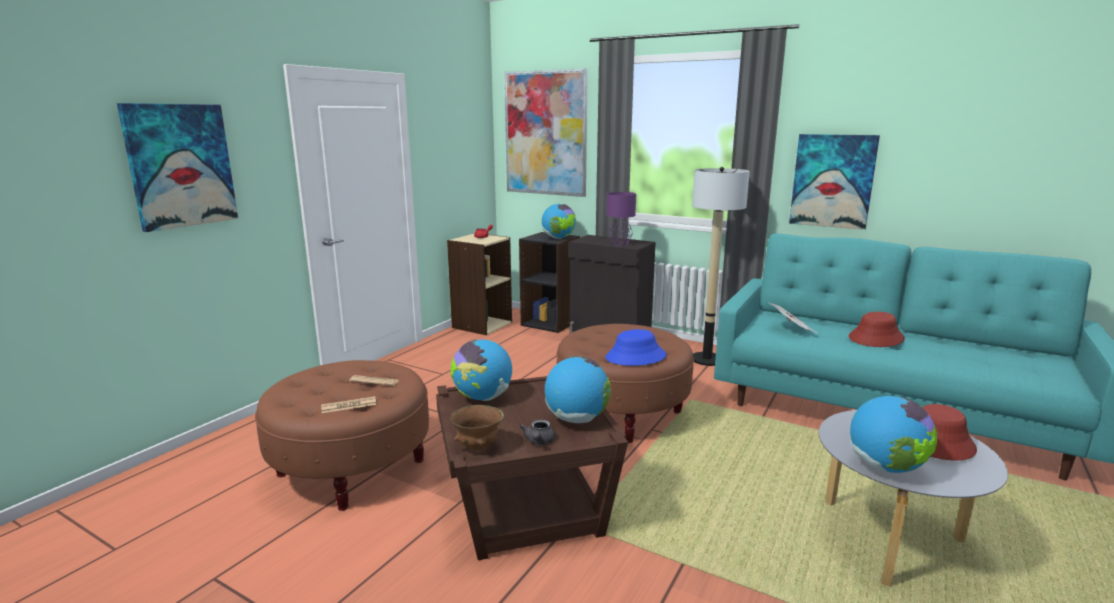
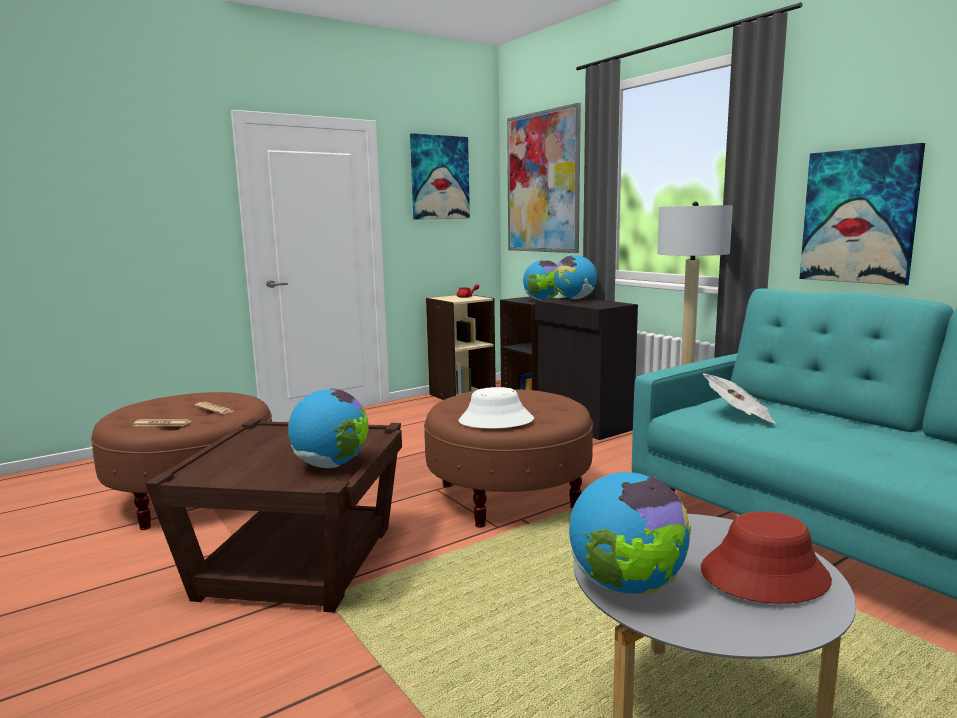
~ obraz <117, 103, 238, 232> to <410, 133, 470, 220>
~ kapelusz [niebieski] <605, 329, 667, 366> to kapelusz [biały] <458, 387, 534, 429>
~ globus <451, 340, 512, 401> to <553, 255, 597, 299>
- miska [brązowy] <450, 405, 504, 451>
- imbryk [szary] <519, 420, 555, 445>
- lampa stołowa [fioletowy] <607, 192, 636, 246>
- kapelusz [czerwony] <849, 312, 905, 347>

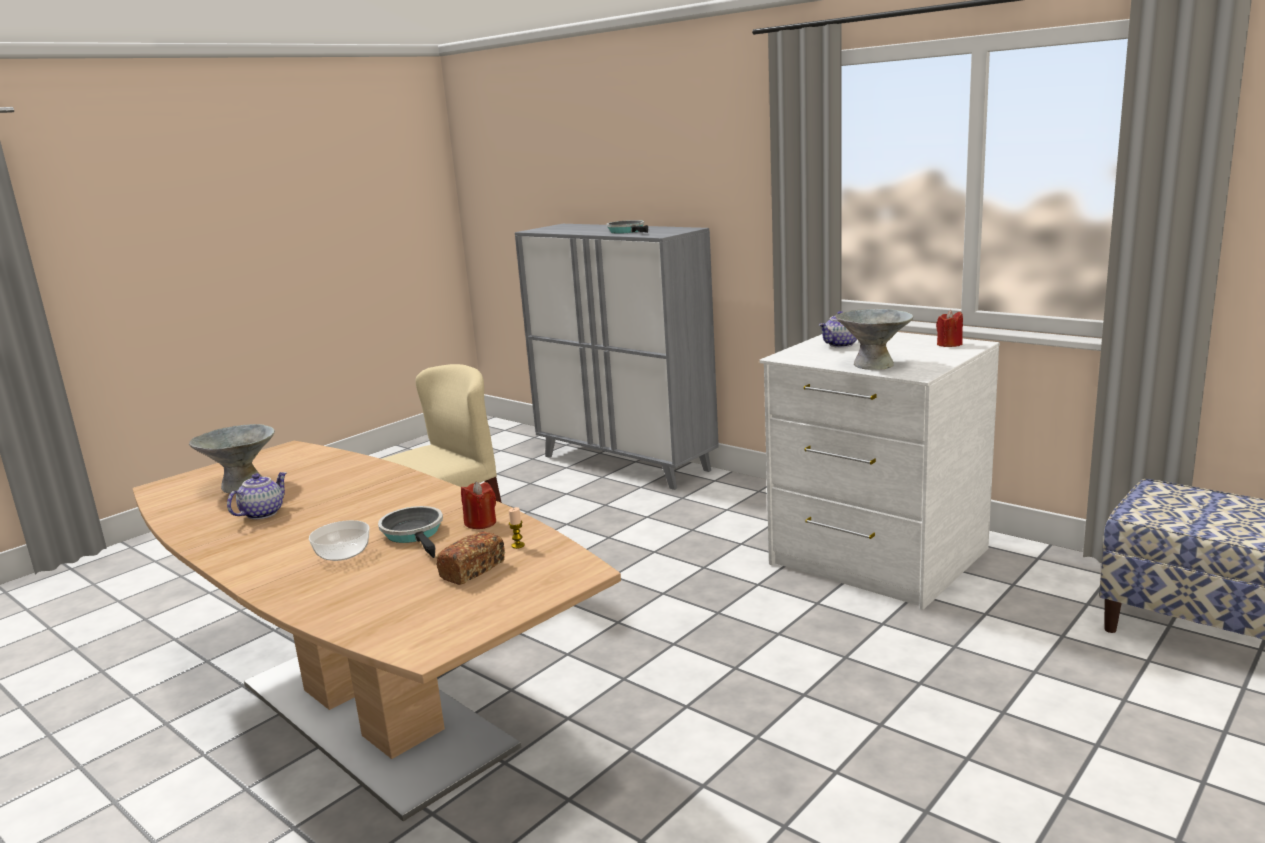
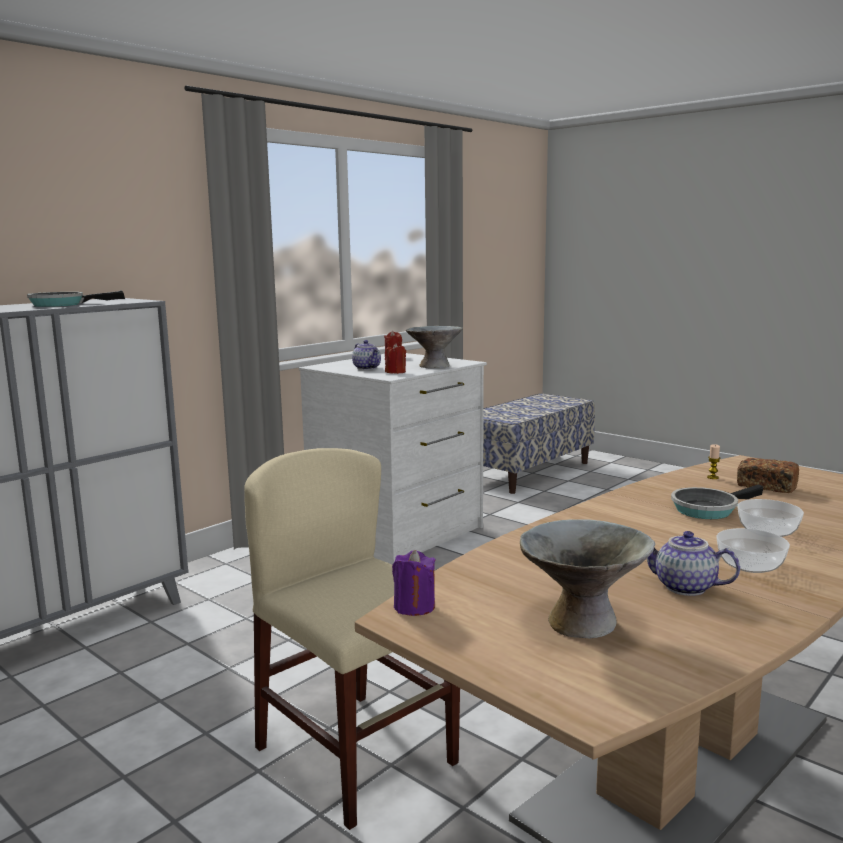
~ świeca [czerwony] <461, 482, 496, 529> to <385, 343, 406, 374>
+ świeca [fioletowy] <392, 550, 436, 616>
+ miska <716, 528, 790, 573>

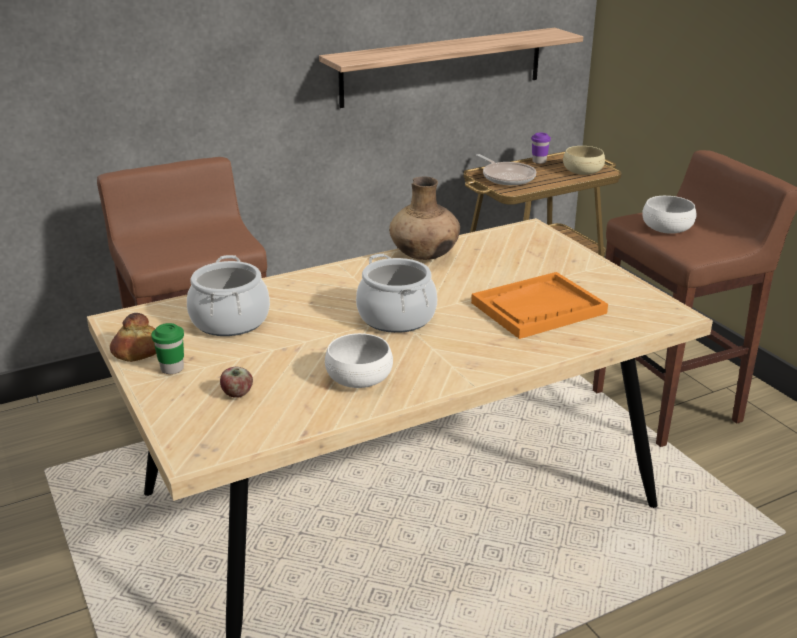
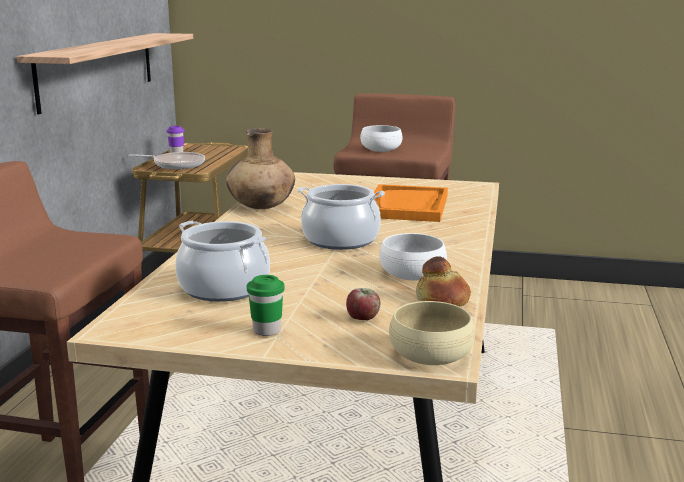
~ miska [beżowy] <563, 146, 605, 175> to <389, 301, 475, 365>
~ chleb <110, 313, 156, 362> to <416, 256, 471, 307>

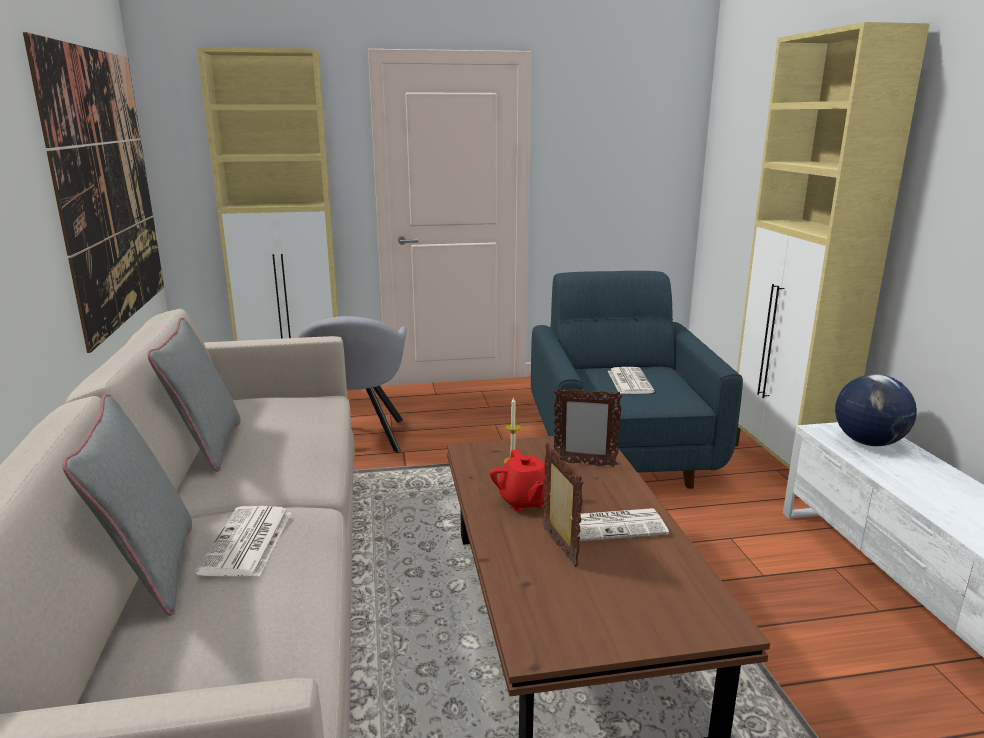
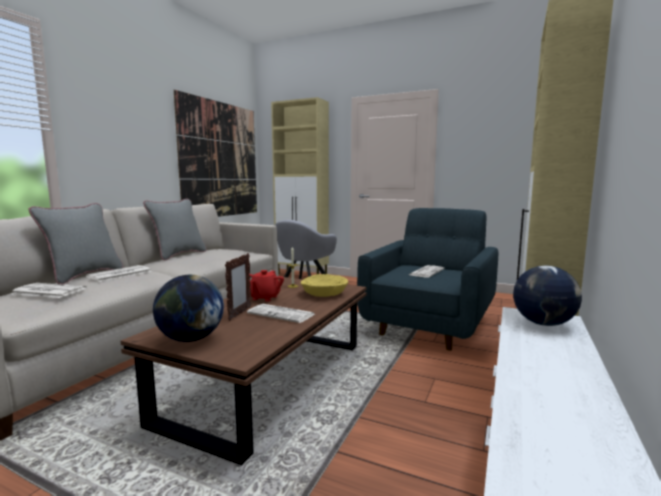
+ gazeta <10, 283, 87, 298>
+ globus <153, 275, 224, 342>
~ ramka na zdjęcie <554, 388, 622, 467> to miska [żółty] <301, 274, 348, 297>

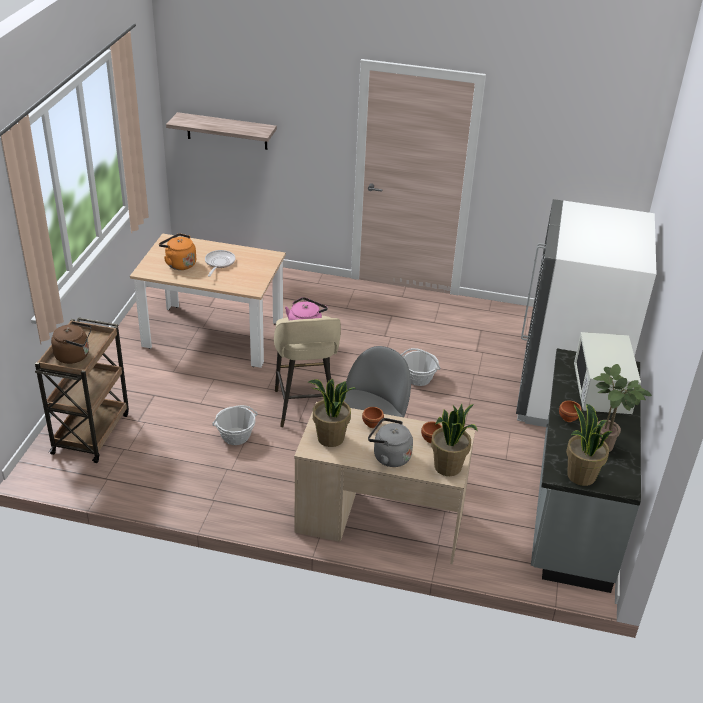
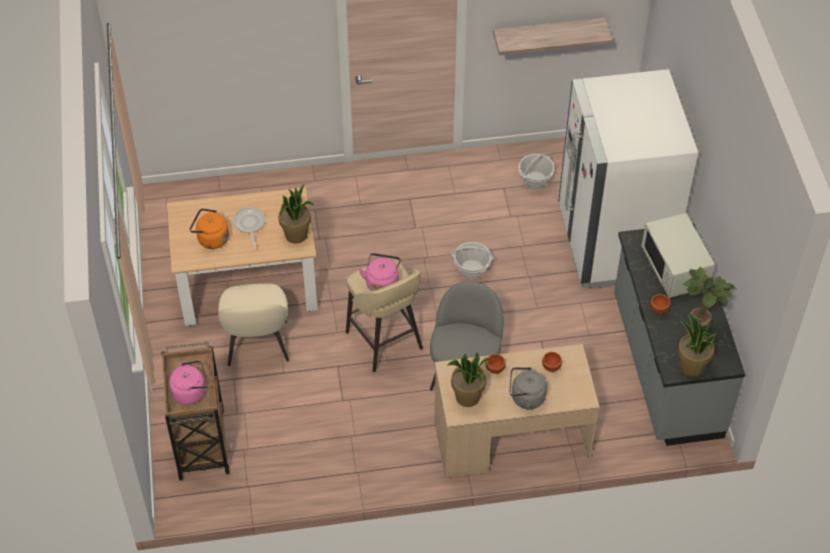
~ czajnik [brązowy] <51, 321, 92, 364> to czajnik [różowy] <169, 360, 208, 405>
+ krzesło [beżowy] <218, 283, 289, 366>
~ roślina doniczkowa <431, 404, 477, 476> to <278, 184, 314, 244>
~ półka <166, 112, 277, 150> to <493, 18, 613, 55>
~ koszyk <212, 405, 258, 445> to <518, 153, 554, 189>

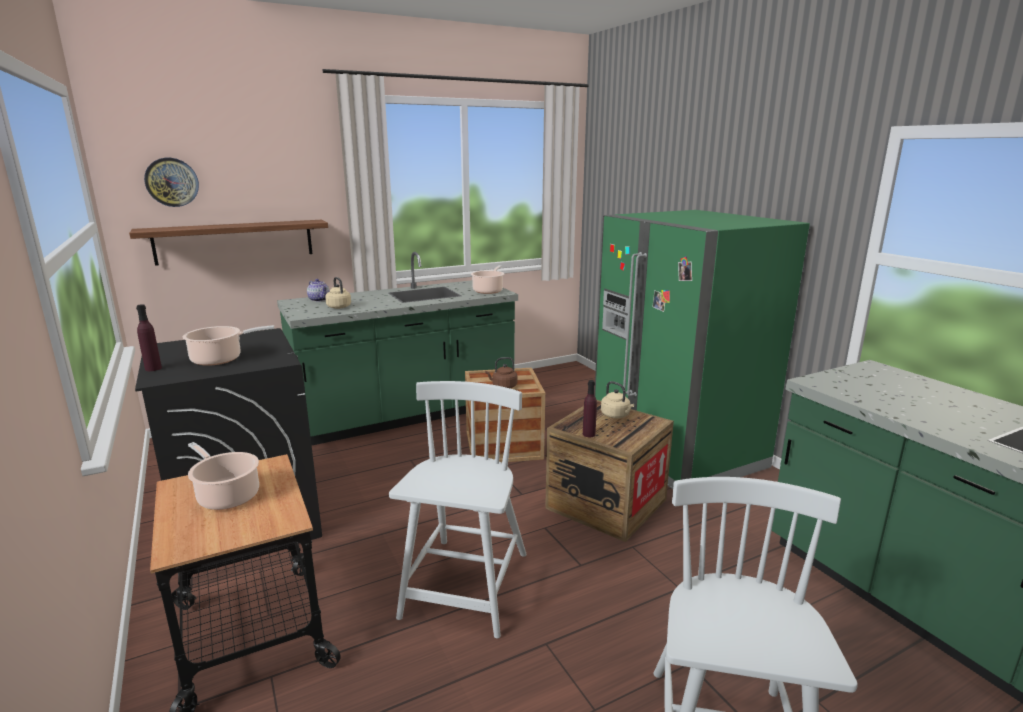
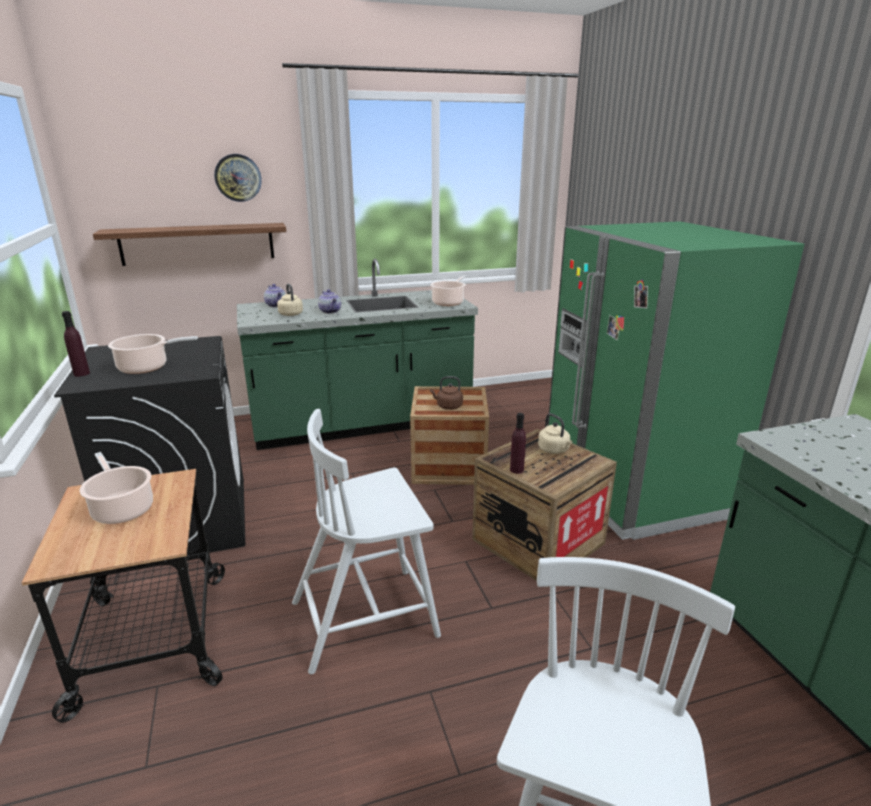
~ zegar ścienny <144, 158, 199, 207> to <214, 154, 262, 202>
~ krzesło [biały] <389, 381, 527, 638> = <292, 409, 441, 674> 135 degrees counterclockwise
+ imbryk <318, 289, 341, 314>

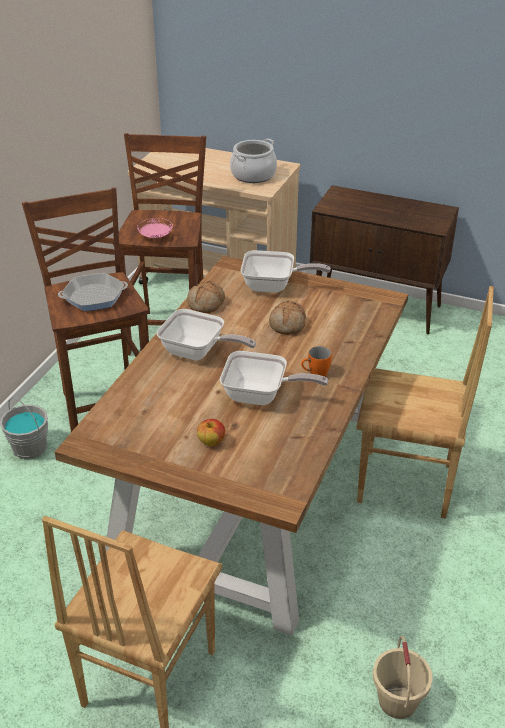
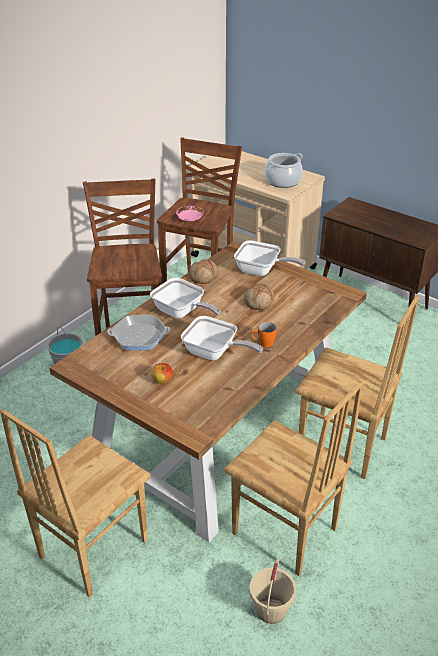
~ patelnia <58, 273, 128, 311> to <107, 315, 171, 351>
+ krzesło [brązowy] <224, 381, 363, 576>

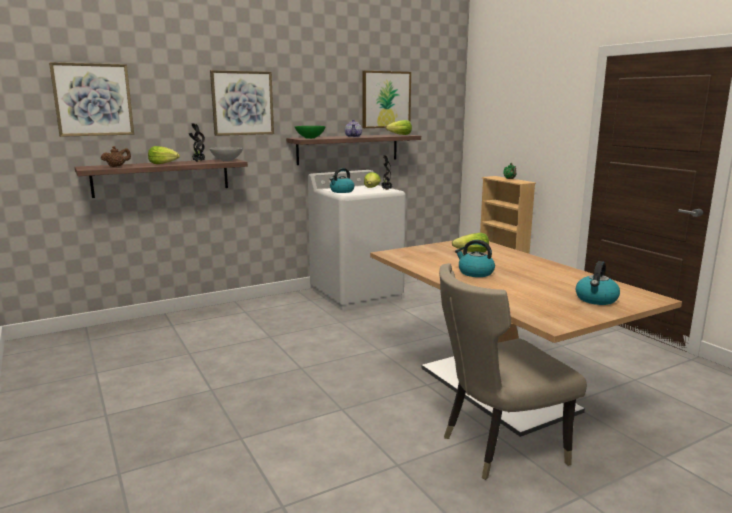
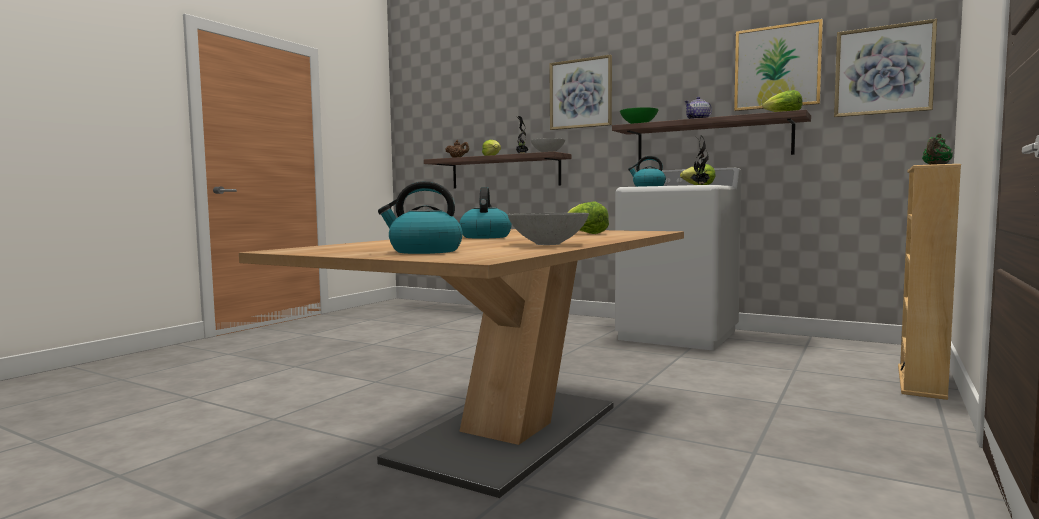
+ miska [szary] <508, 213, 589, 245>
~ obraz <49, 62, 134, 137> to <834, 19, 937, 117>
- krzesło [beżowy] <439, 263, 587, 480>

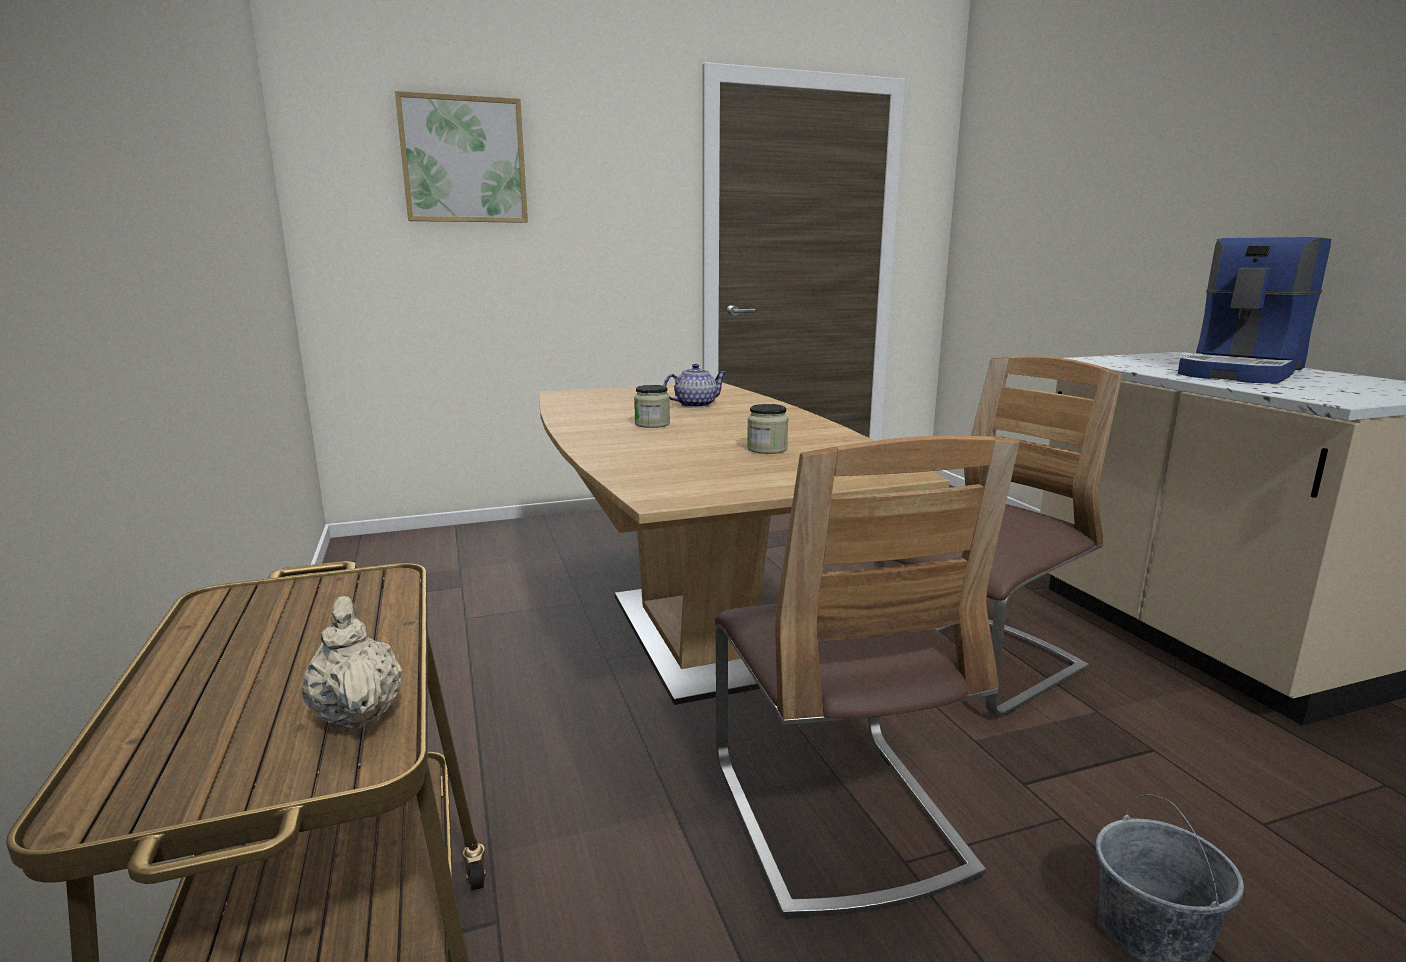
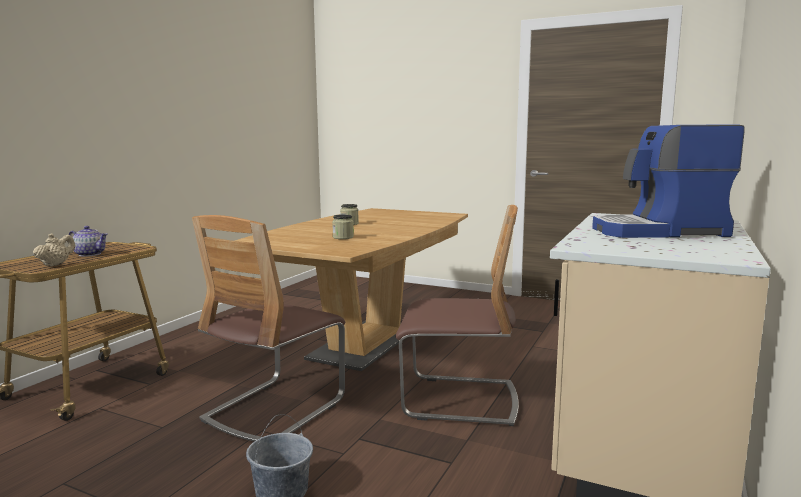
~ imbryk <663, 364, 727, 408> to <69, 226, 108, 257>
- obraz <395, 91, 528, 223>

